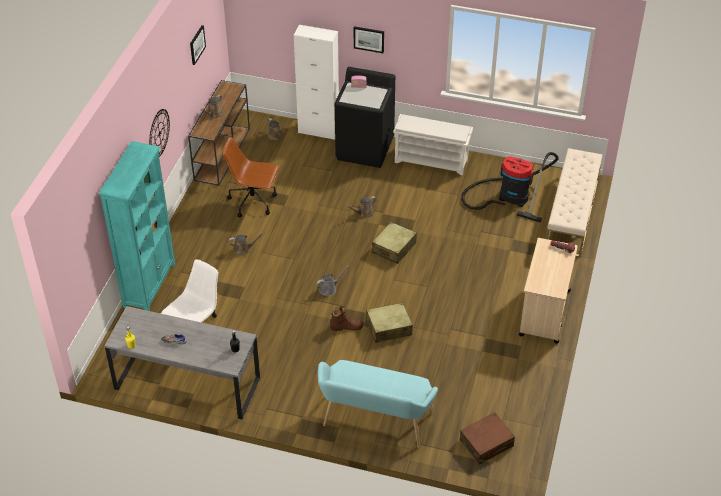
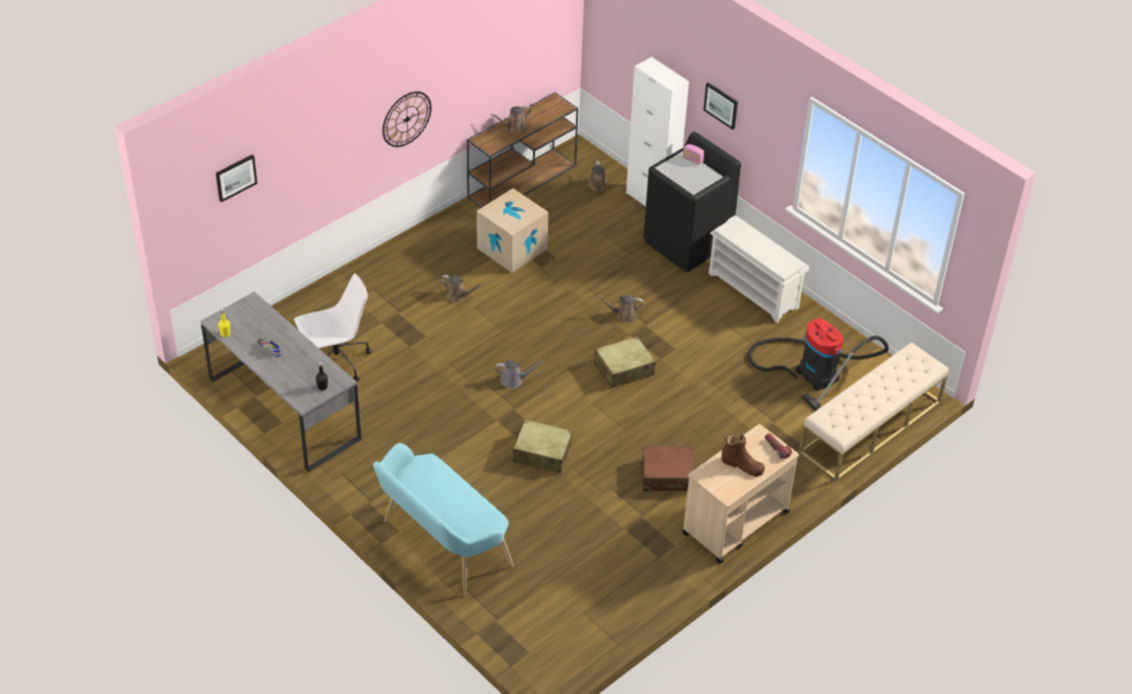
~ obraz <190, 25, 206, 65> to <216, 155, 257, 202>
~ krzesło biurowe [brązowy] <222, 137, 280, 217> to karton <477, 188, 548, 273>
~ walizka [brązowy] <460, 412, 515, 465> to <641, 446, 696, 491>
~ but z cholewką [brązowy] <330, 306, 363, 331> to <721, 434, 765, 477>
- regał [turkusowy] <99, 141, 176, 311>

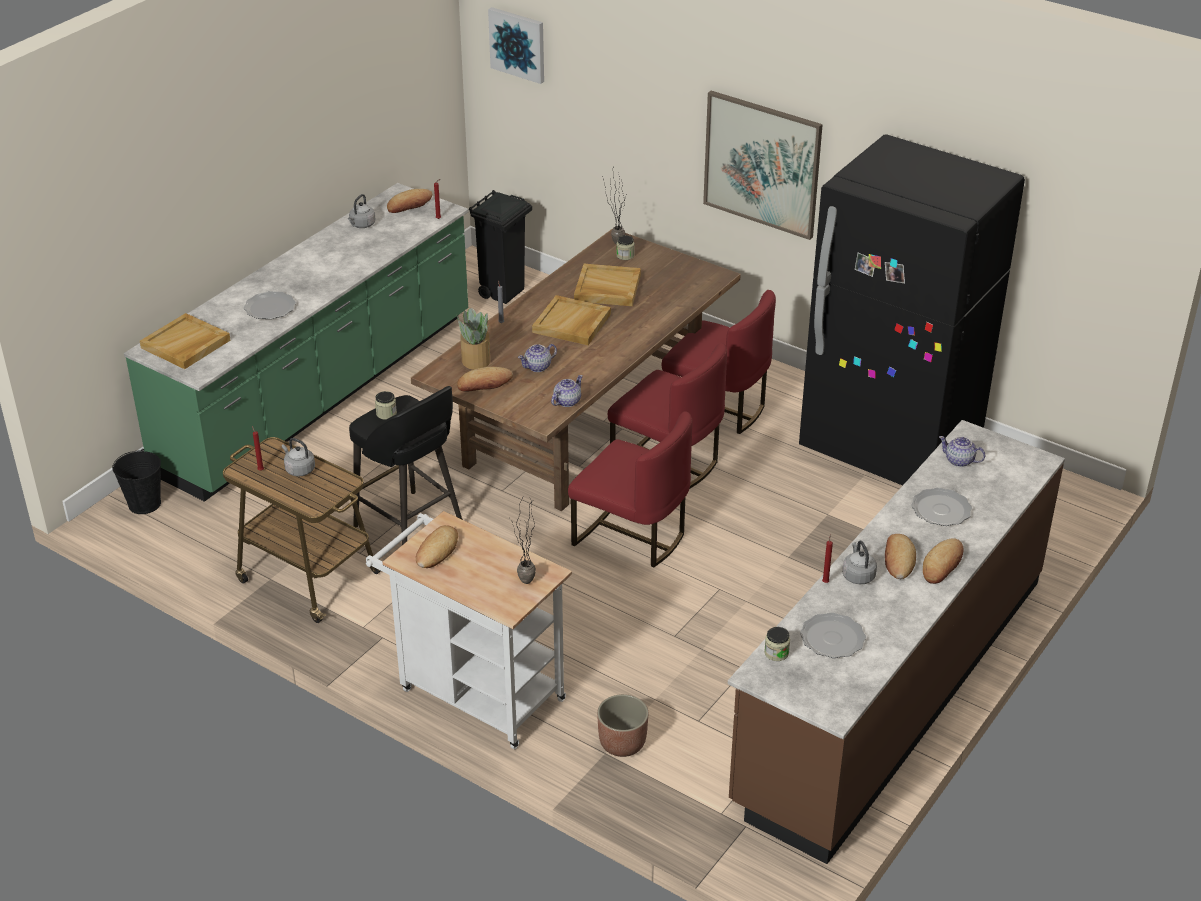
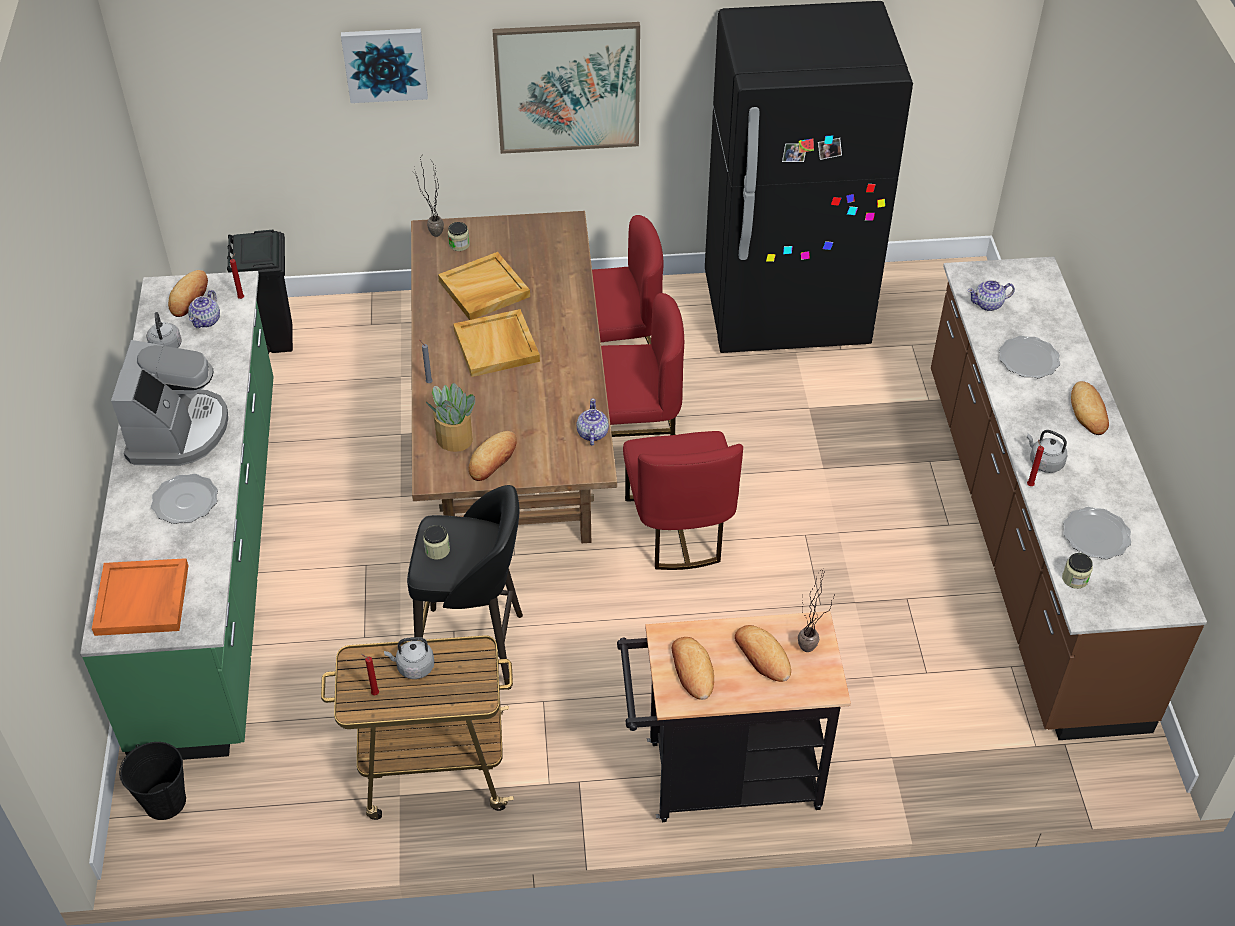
~ taca [beżowy] <140, 313, 231, 369> to taca [pomarańczowy] <92, 558, 188, 636>
+ ekspres do kawy <111, 340, 228, 466>
~ imbryk <518, 344, 557, 372> to <188, 290, 220, 328>
~ obraz <488, 7, 544, 84> to <341, 28, 428, 103>
~ wózek [biały] <366, 511, 572, 749> to wózek [czarny] <617, 611, 851, 822>
~ krzesło [czerwony] <568, 411, 693, 567> = <623, 431, 743, 570> 90 degrees clockwise
~ chleb <885, 534, 916, 579> to <735, 625, 791, 682>
- donica <597, 694, 648, 757>

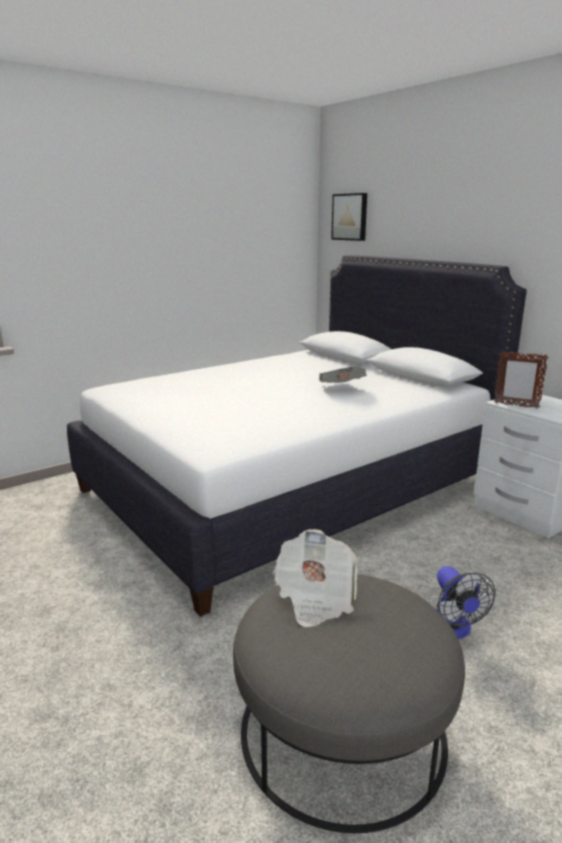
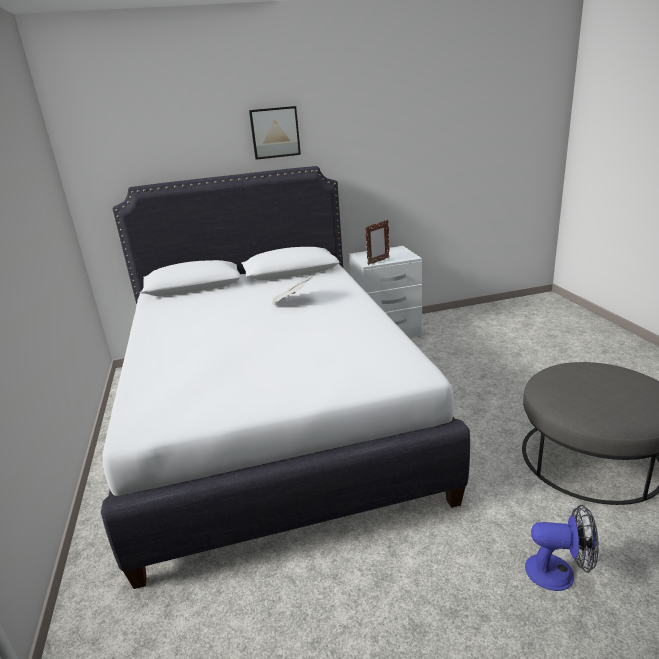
~ obraz <331, 193, 367, 241> to <249, 106, 301, 160>
~ wentylator <436, 566, 496, 639> to <525, 505, 599, 591>
- gazeta <273, 529, 358, 627>

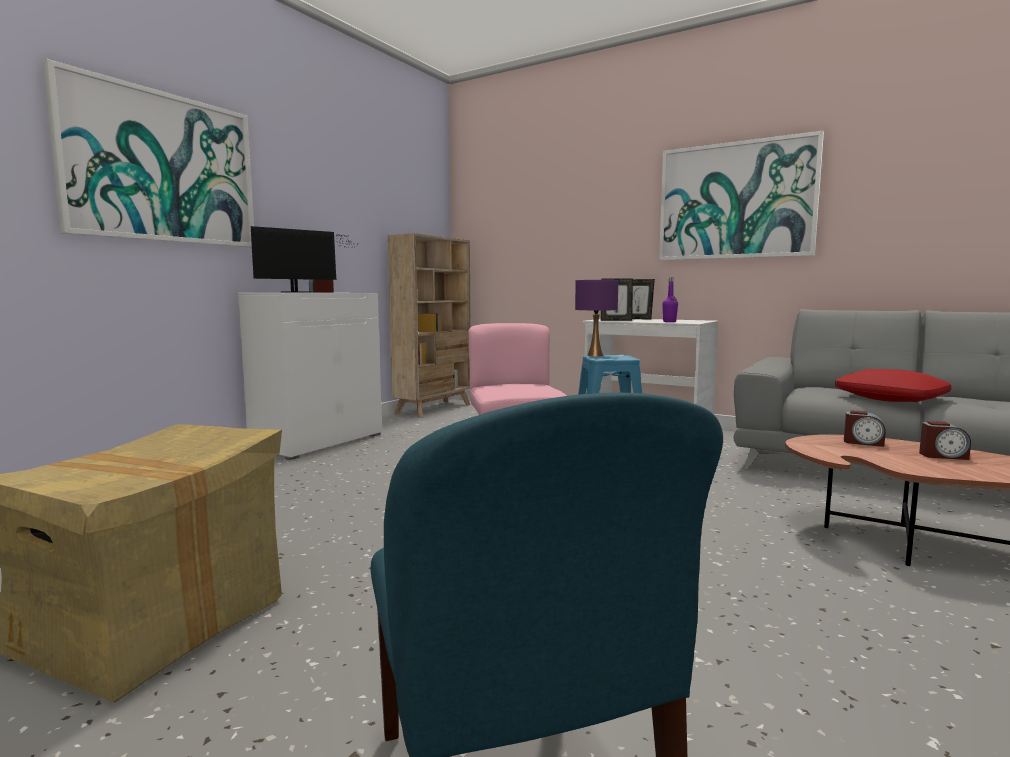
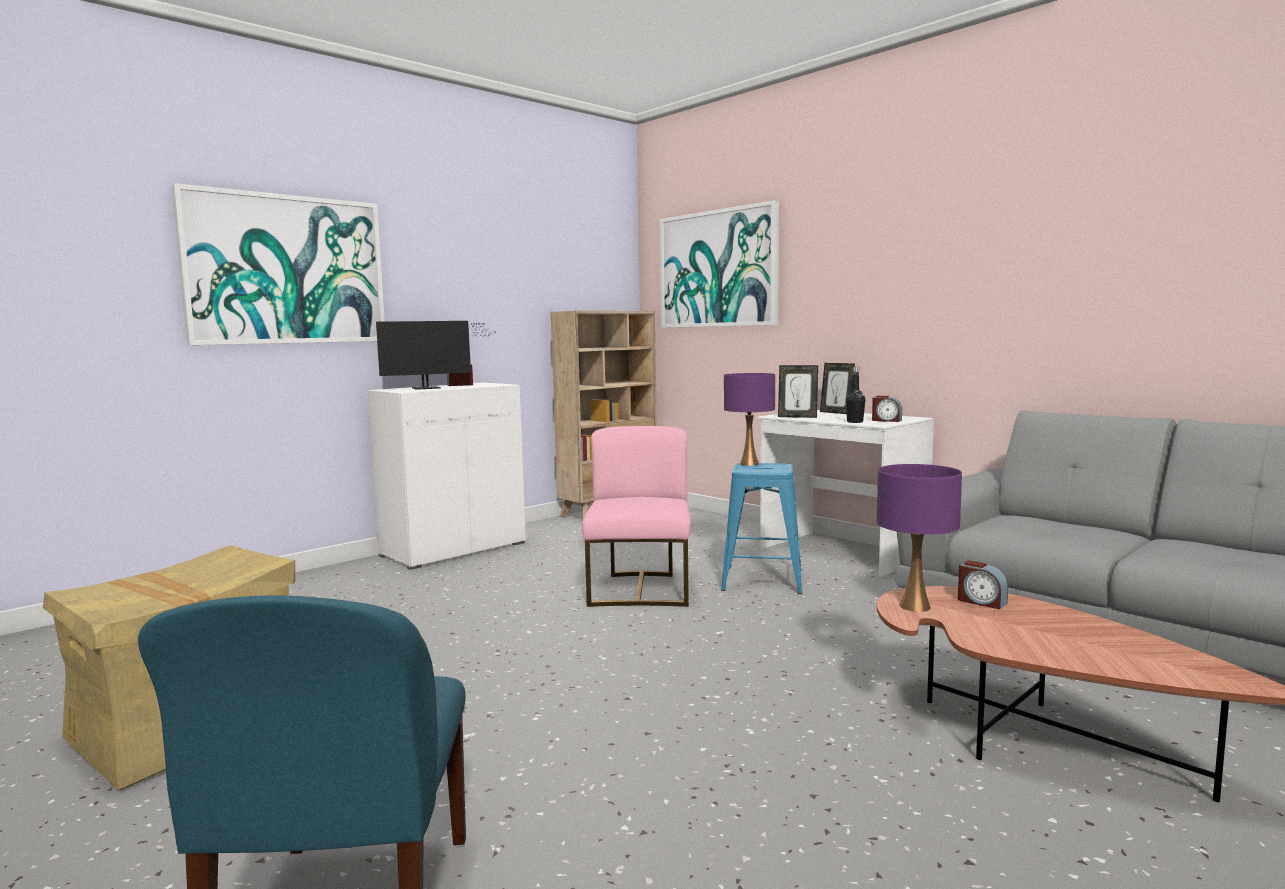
~ obraz <659, 131, 824, 260> to <660, 200, 779, 328>
~ butelka [fioletowy] <662, 278, 678, 322> to butelka [czarny] <846, 367, 865, 423>
~ budzik <919, 421, 971, 460> to <872, 396, 902, 422>
+ lampa stołowa [fioletowy] <877, 464, 962, 612>
- poduszka [czerwony] <835, 369, 952, 402>

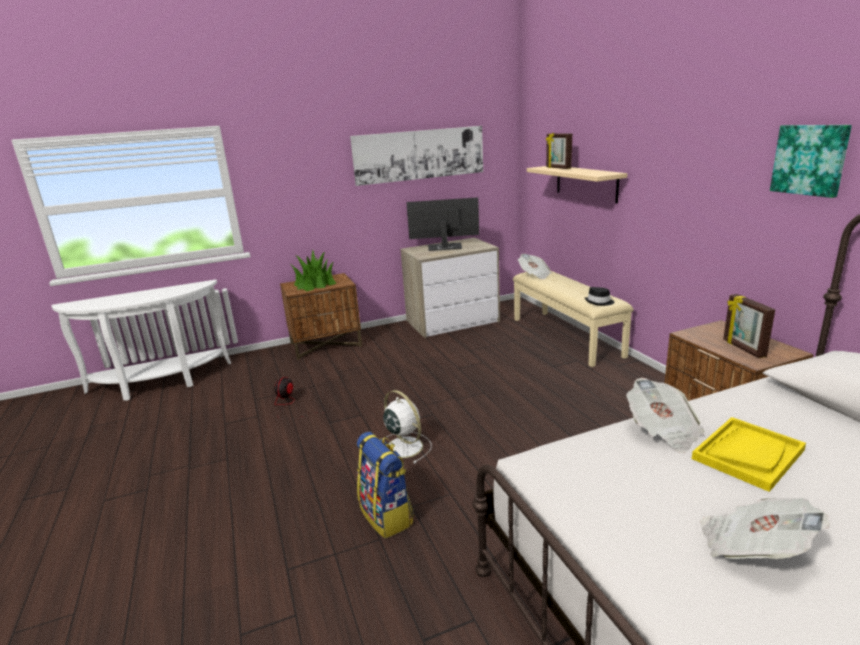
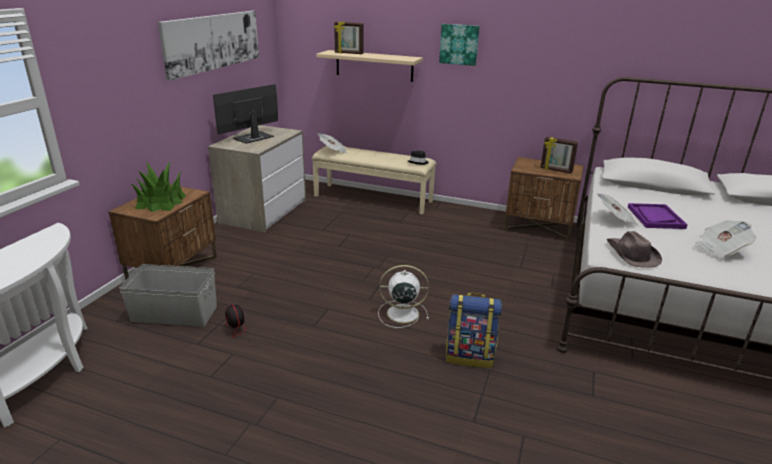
+ pojemnik do przechowywania [szary] <119, 264, 217, 326>
~ obraz <770, 125, 852, 198> to <439, 24, 480, 66>
+ kapelusz [brązowy] <607, 231, 662, 268>
~ taca [żółty] <692, 417, 806, 492> to taca [fioletowy] <628, 203, 688, 229>

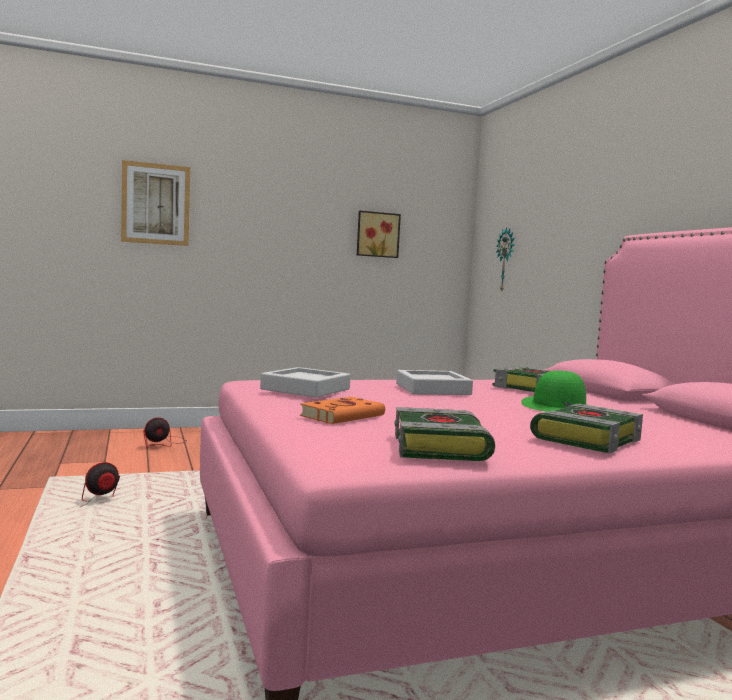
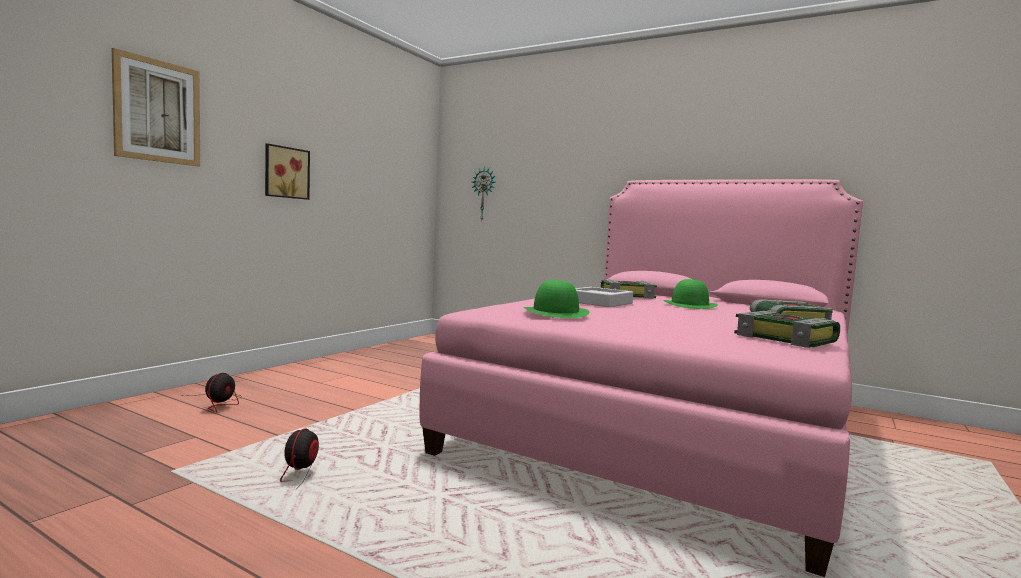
~ obraz <357, 211, 401, 258> to <265, 143, 310, 200>
~ taca [szary] <260, 367, 350, 398> to kapelusz [zielony] <523, 280, 590, 318>
- książka [pomarańczowy] <300, 397, 385, 424>

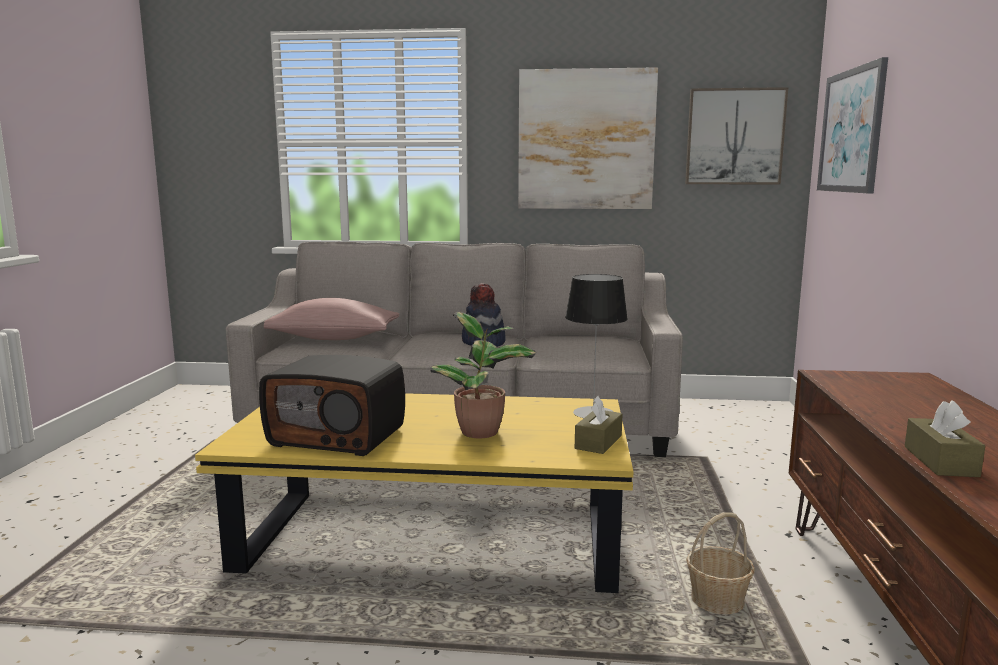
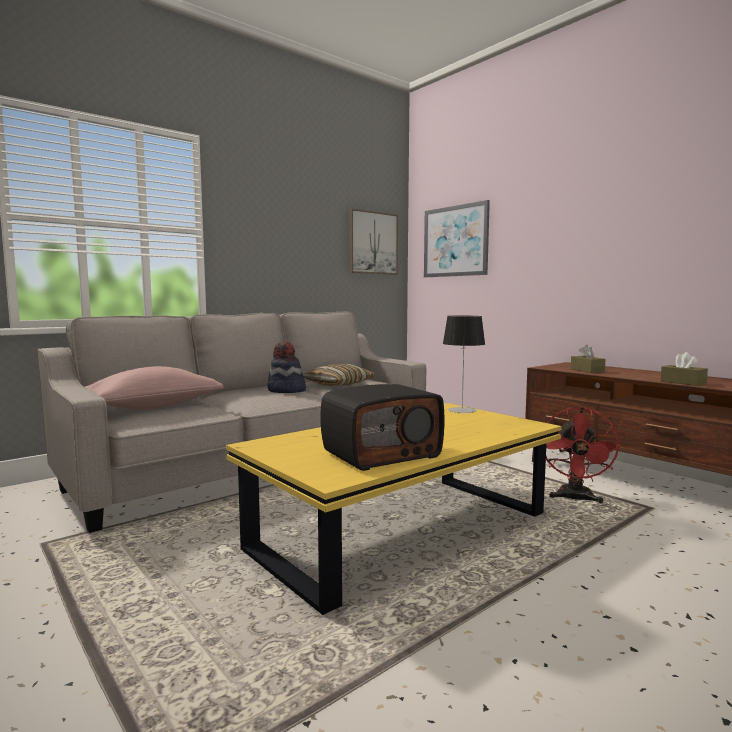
+ poduszka <303, 364, 375, 386>
~ koszyk <686, 512, 755, 614> to wentylator [czerwony] <546, 407, 621, 503>
~ pudełko chusteczek [brązowy] <575, 396, 623, 454> to <571, 345, 606, 373>
- roślina doniczkowa <430, 312, 536, 438>
- obraz <518, 67, 658, 209>

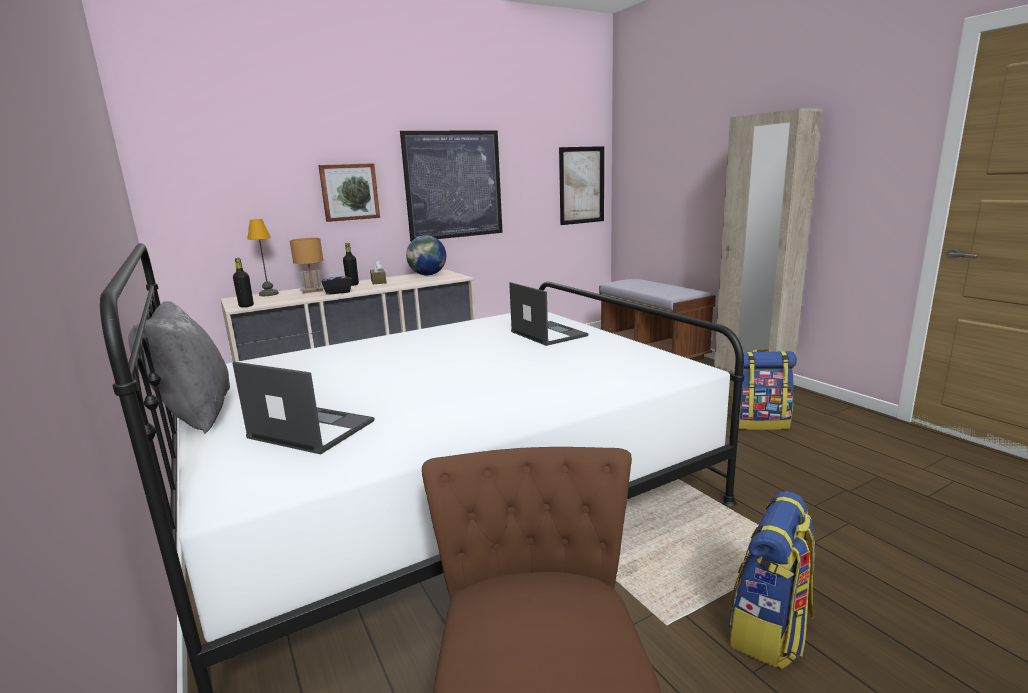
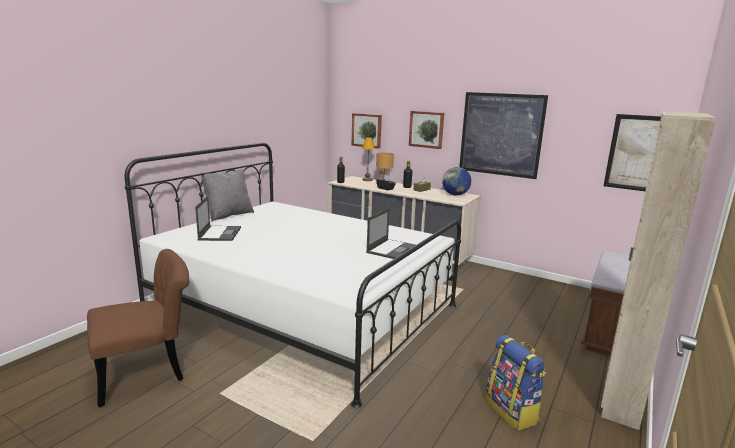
+ obraz <352, 113, 382, 149>
- plecak <729, 491, 815, 669>

